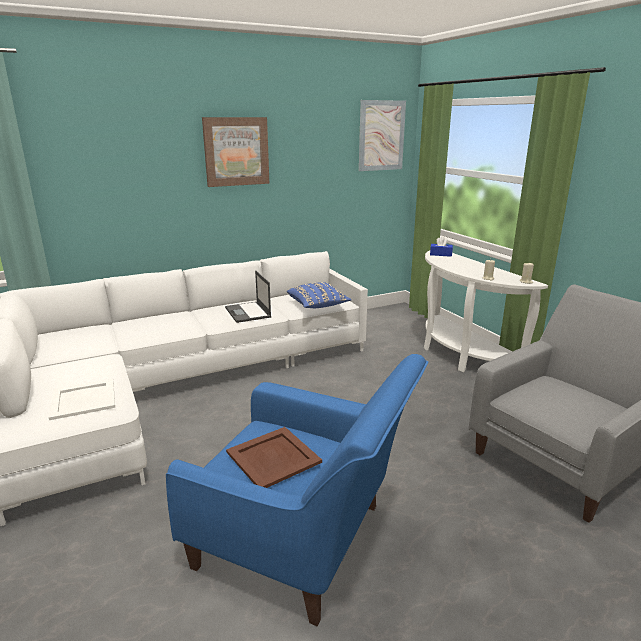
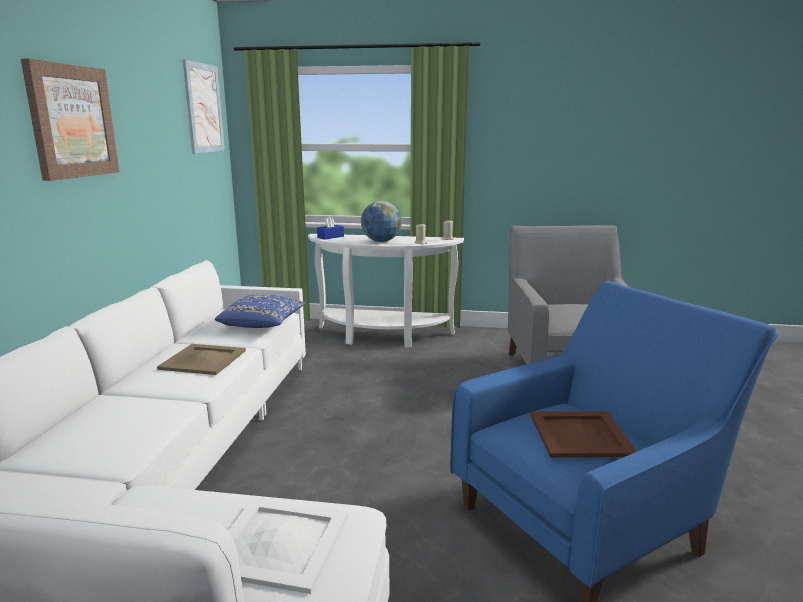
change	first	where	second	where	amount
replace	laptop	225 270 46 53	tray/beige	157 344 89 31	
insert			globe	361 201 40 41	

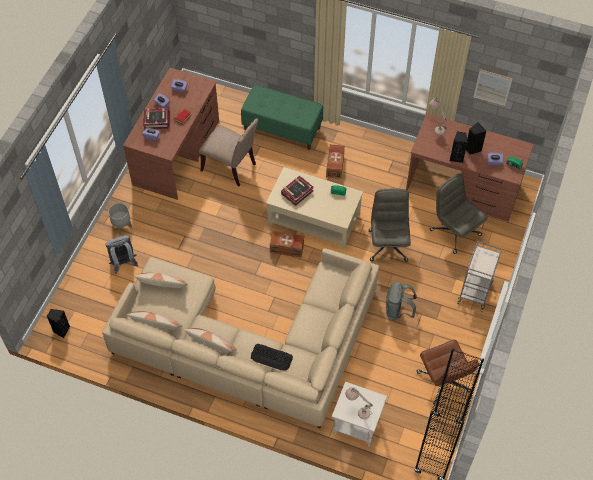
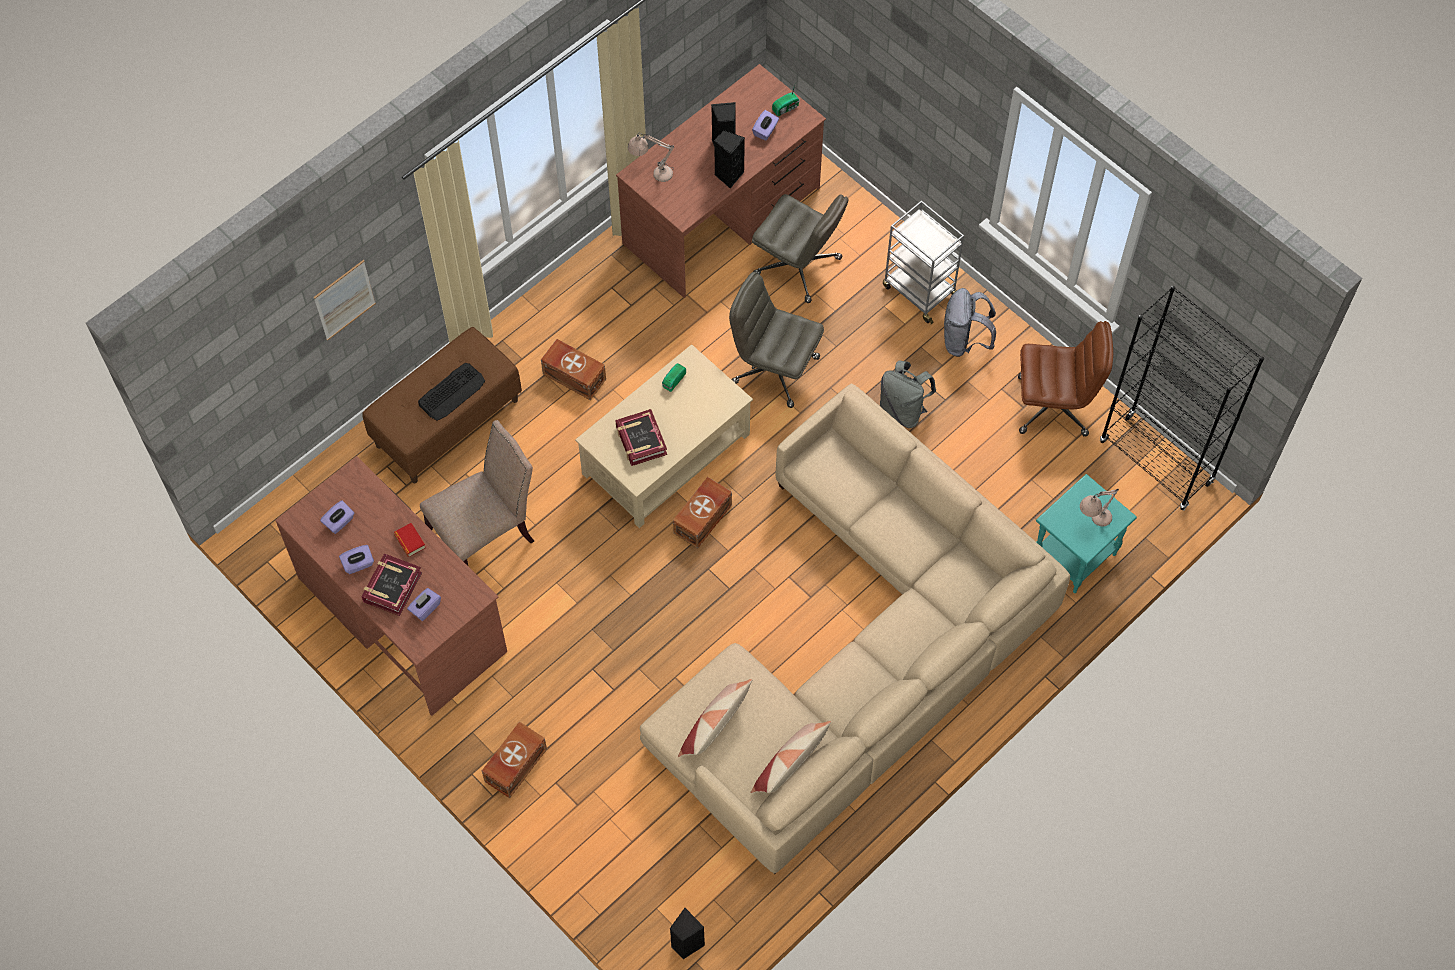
change	first	where	second	where	amount
move	picture	473 69 40 37		314 260 62 81	
recolor	bench/green	241 85 82 65	bench/brown	362 327 160 156	
move	keyboard	251 344 42 27		418 363 67 58	
replace	planter/grey	108 203 24 31	storage box/brown	482 722 65 76	
rotate	office chair/grey	430 173 57 81		752 194 97 109	135 degrees counterclockwise
move	backpack/grey	105 235 33 38		944 288 52 69	
recolor	side table/white	332 382 55 65	side table/turquoise	1036 474 101 119	
delete	pillow	184 328 53 25			

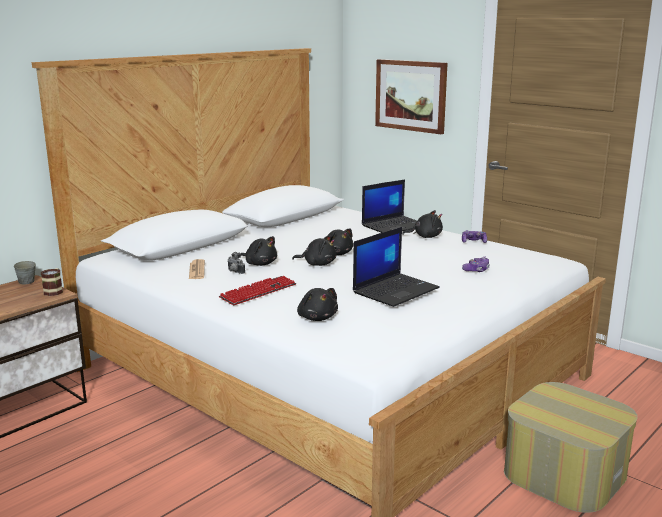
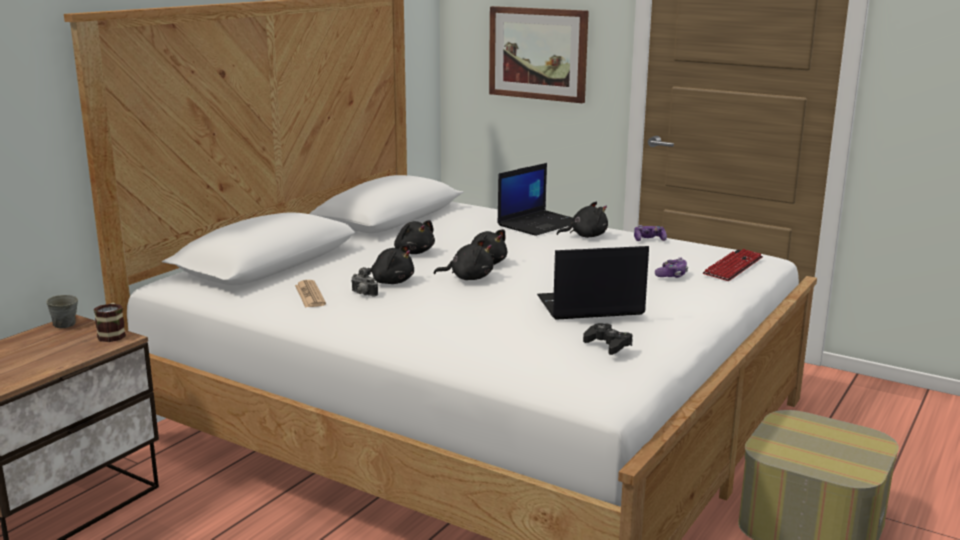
change	first	where	second	where	amount
move	plush toy/black	297 288 41 33		394 220 41 34	
rotate	laptop	353 227 87 80		537 246 112 74	135 degrees counterclockwise
insert			game controller/black	583 323 50 32	
move	keyboard	219 276 77 29		703 249 60 32	

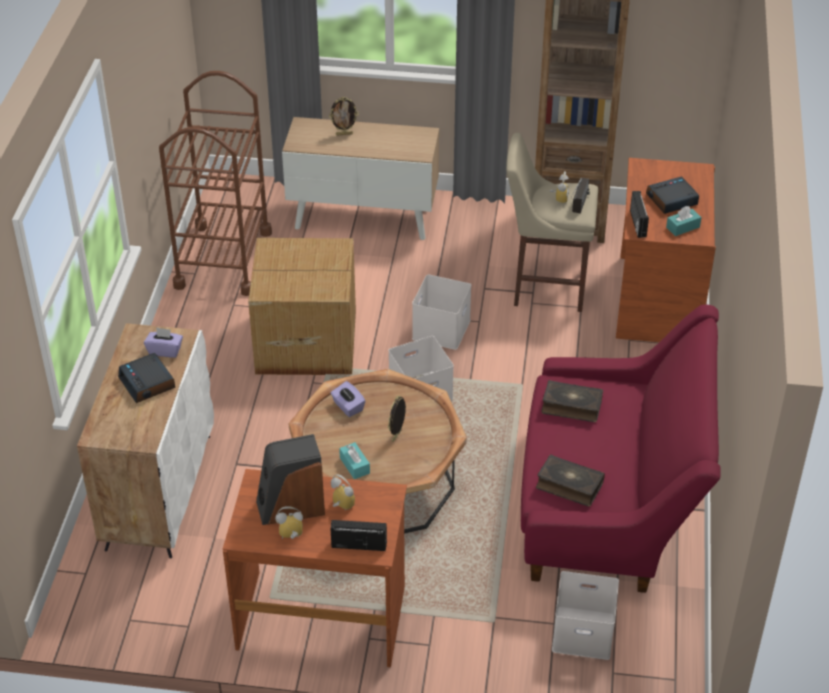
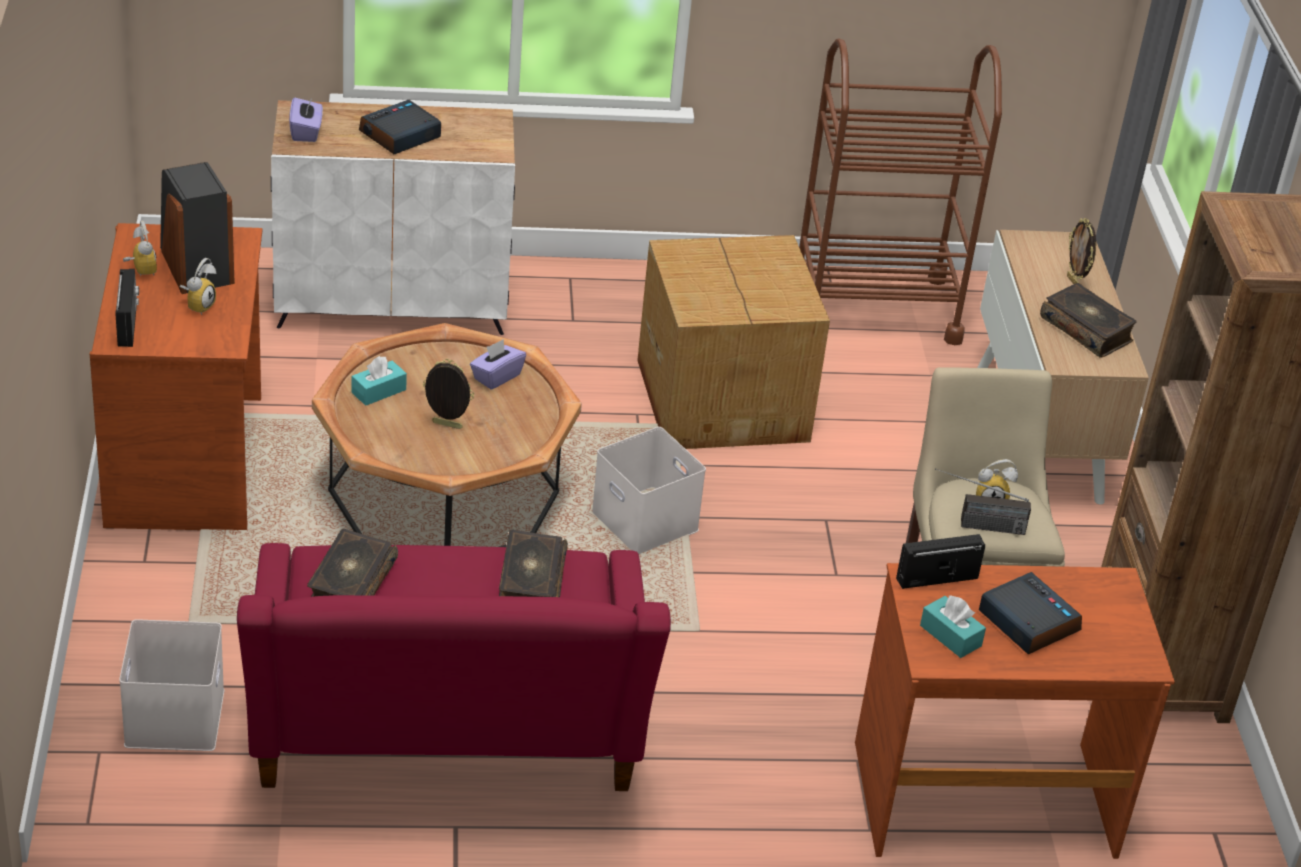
change	first	where	second	where	amount
move	tissue box/purple	144 327 39 31		289 95 34 47	
insert			book	1040 283 96 75	
delete	storage box/white	412 274 59 76			

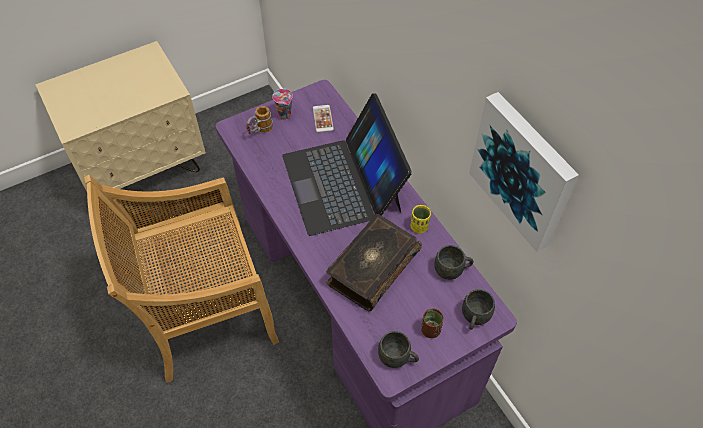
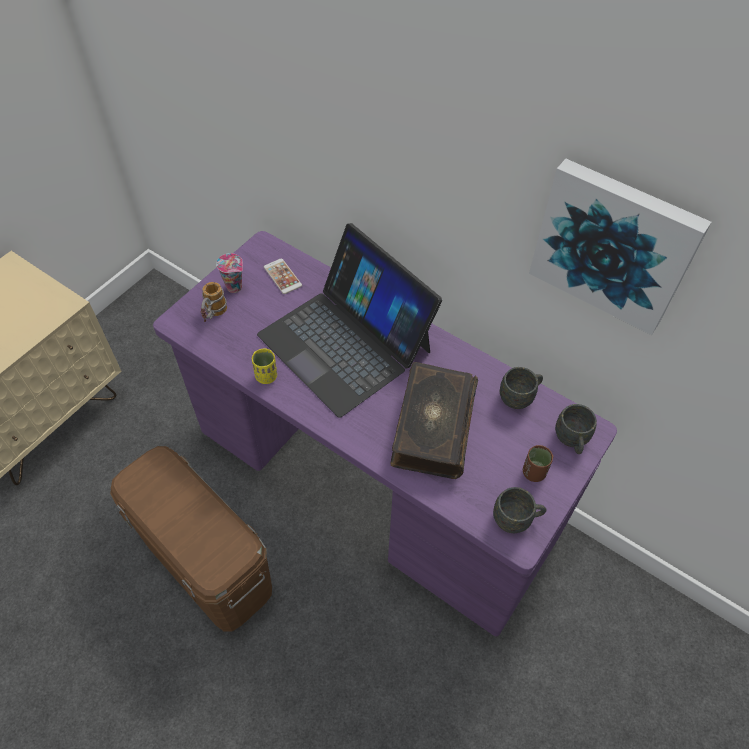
change	first	where	second	where	amount
replace	chair/beige	84 175 195 208	storage box/brown	110 446 162 185	
move	cup/yellow	411 205 20 28		252 348 25 36	

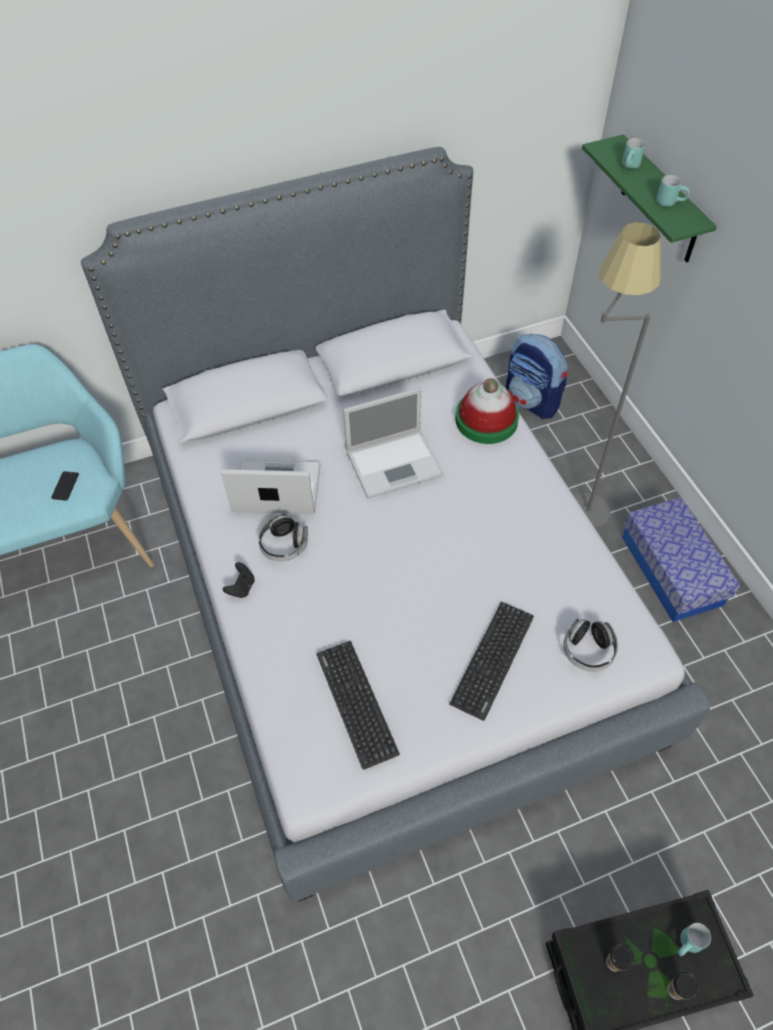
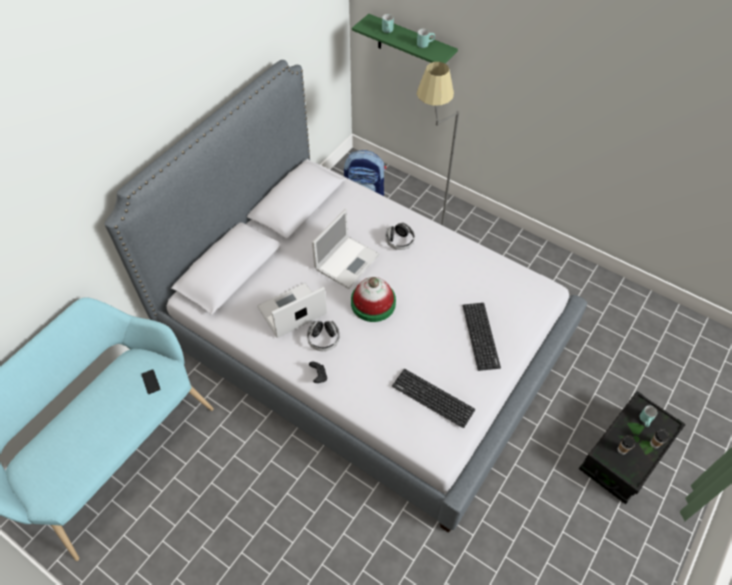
change	first	where	second	where	amount
move	hat	455 378 64 66		351 277 45 45	
move	headphones	563 619 55 53		386 222 29 28	
delete	storage box	622 497 118 125			

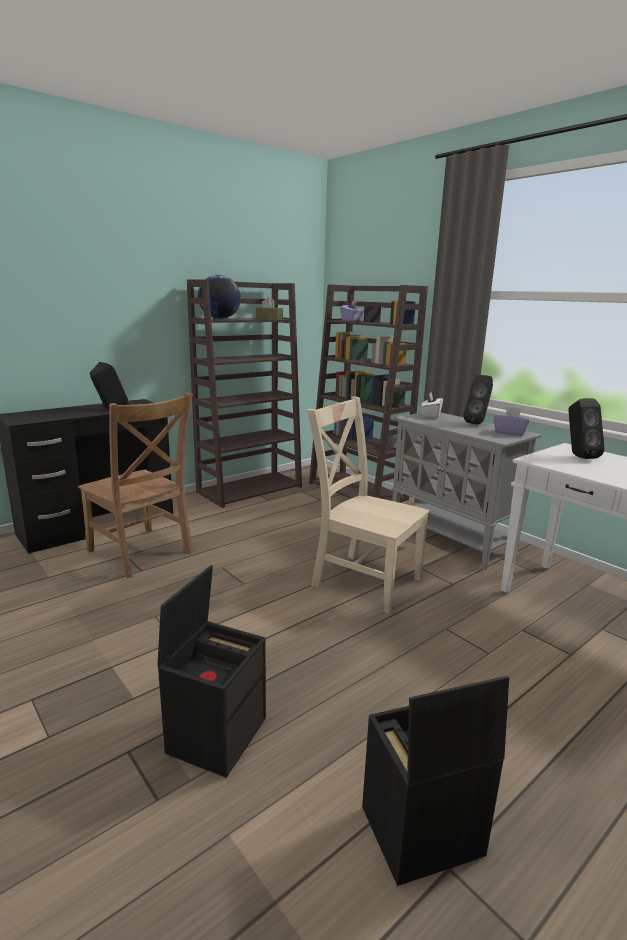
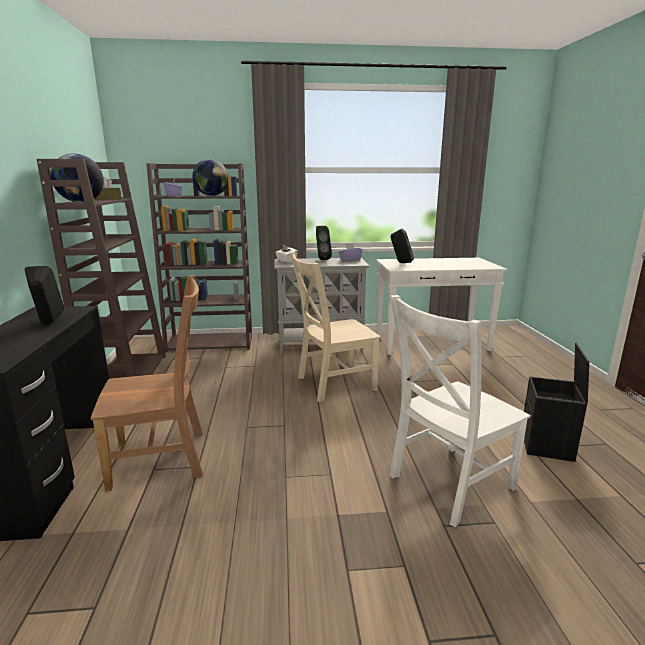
change	first	where	second	where	amount
insert			globe	193 159 35 37	
replace	storage box/black	157 565 109 213	chair/white	390 295 141 232	

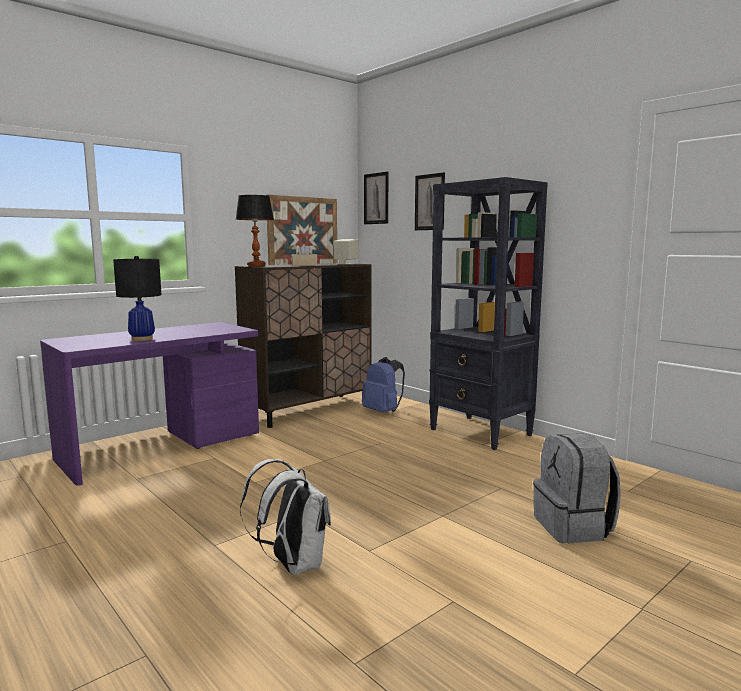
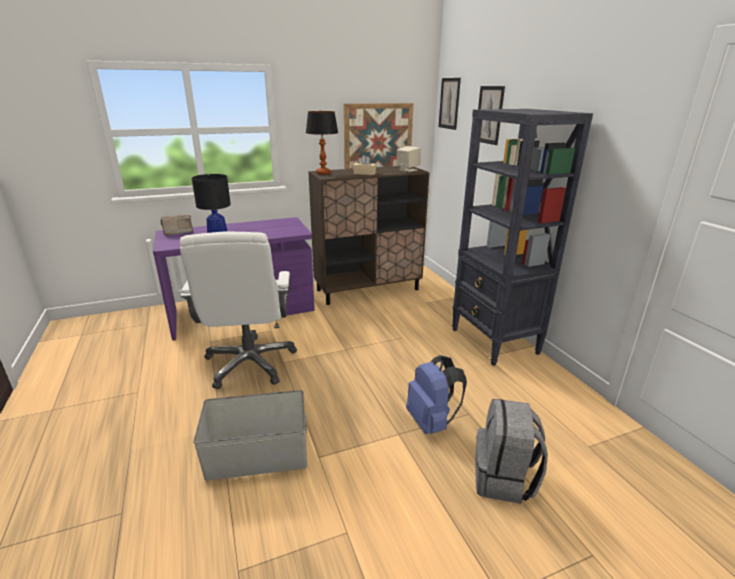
change	first	where	second	where	amount
insert			radio	161 215 33 20	
insert			office chair/white	180 232 117 157	
replace	backpack/white	240 459 91 116	storage box/grey	193 390 114 91	
move	backpack/blue	362 357 43 56		406 355 61 79	

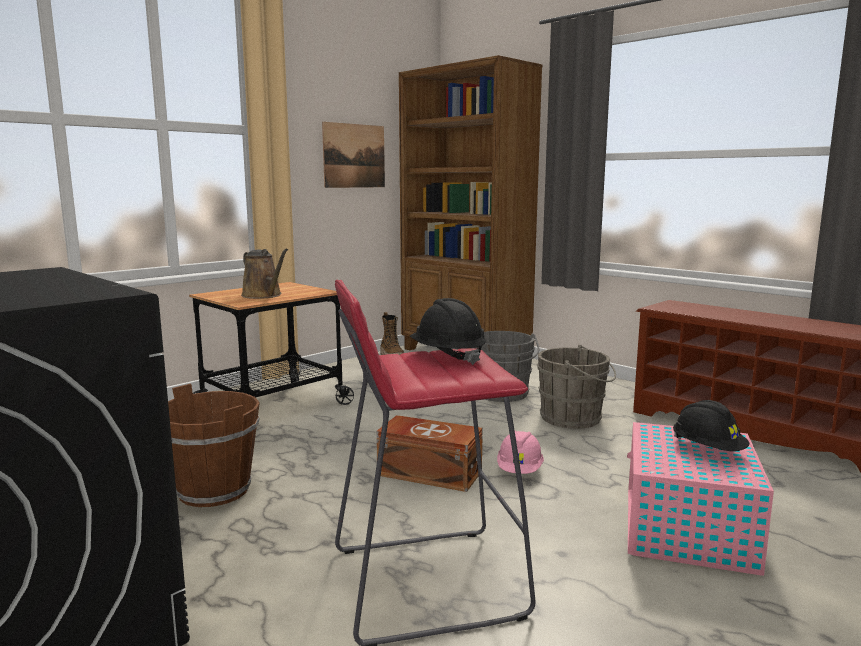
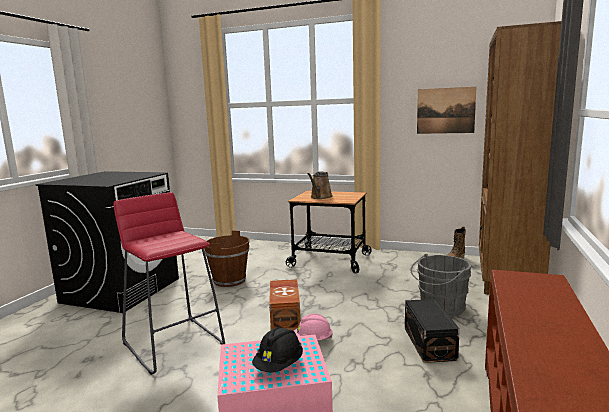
change	first	where	second	where	amount
replace	bucket/grey	537 345 79 84	storage box/black	405 299 55 64	
delete	hard hat/black	410 298 76 67			

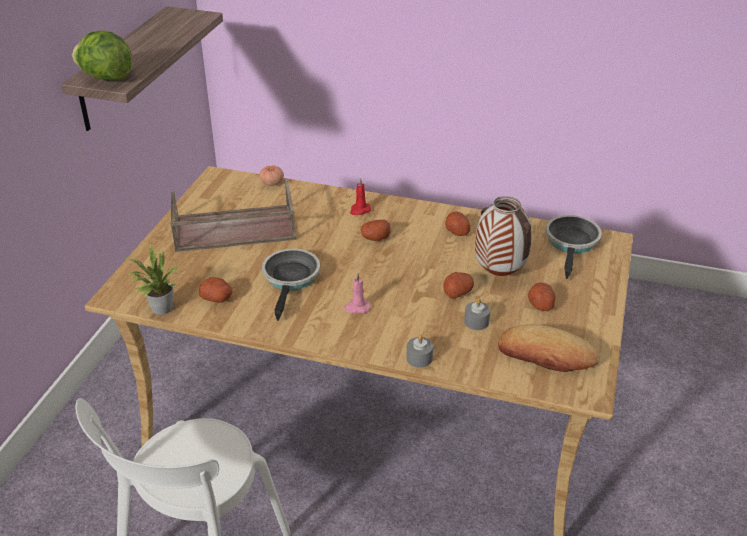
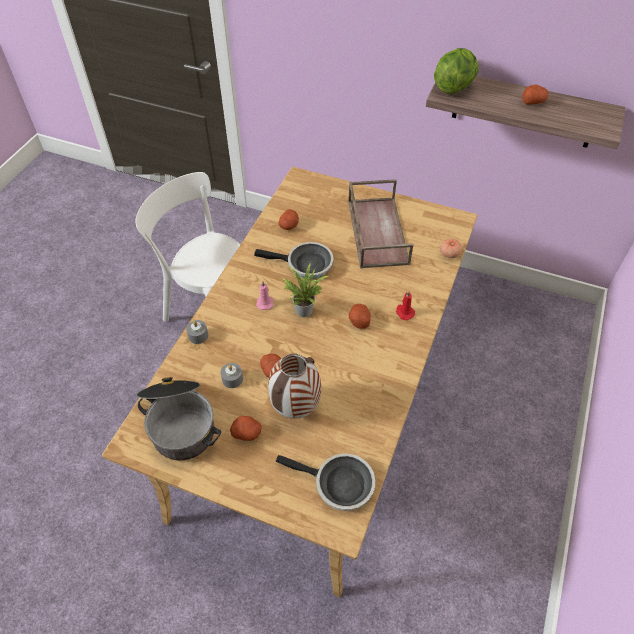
change	first	where	second	where	amount
replace	bread	498 324 102 48	cooking pot	136 377 85 83	
move	potted plant	125 243 55 72		282 263 47 54	
move	potato	445 212 25 24		522 85 27 20	

